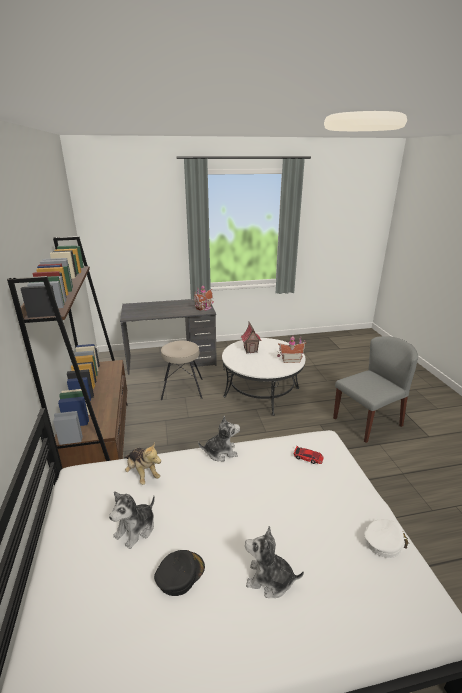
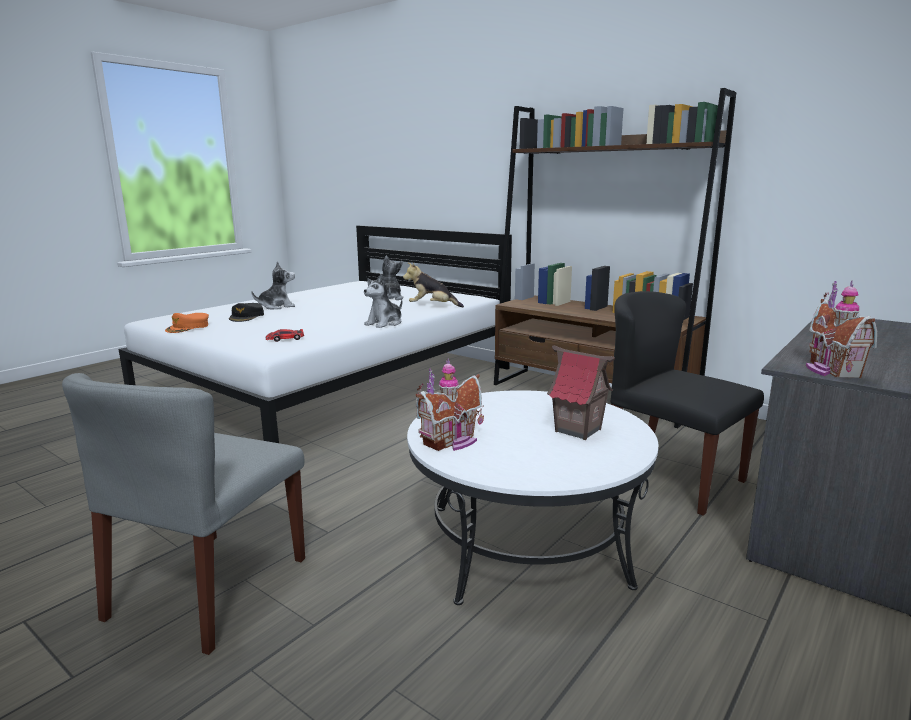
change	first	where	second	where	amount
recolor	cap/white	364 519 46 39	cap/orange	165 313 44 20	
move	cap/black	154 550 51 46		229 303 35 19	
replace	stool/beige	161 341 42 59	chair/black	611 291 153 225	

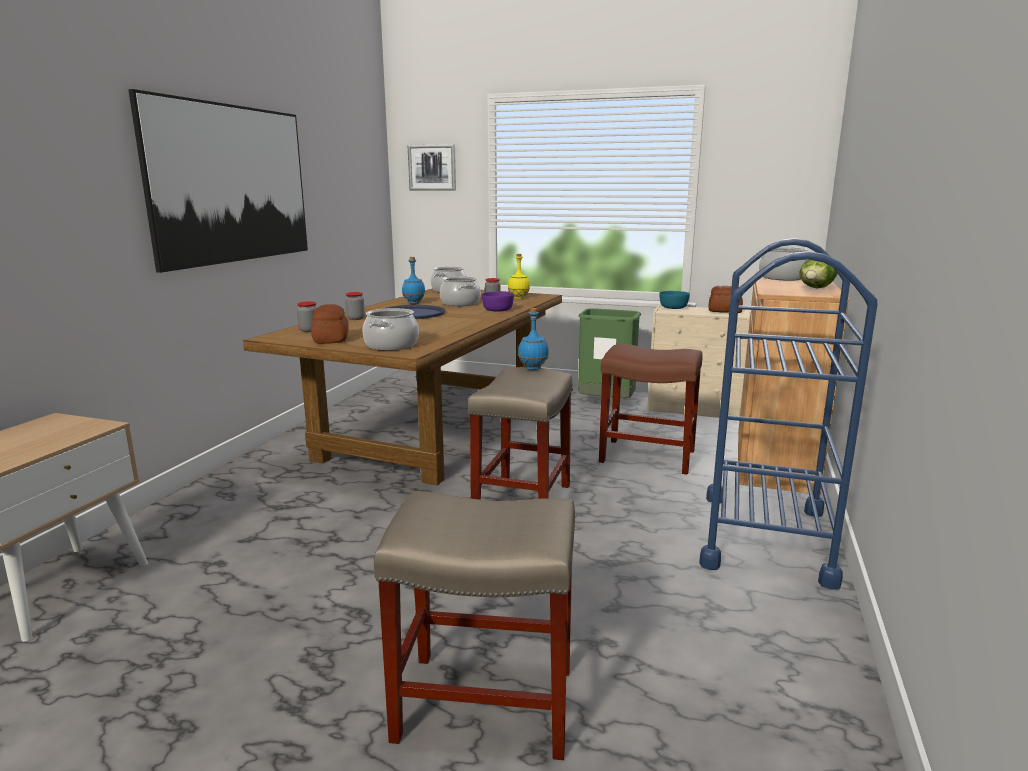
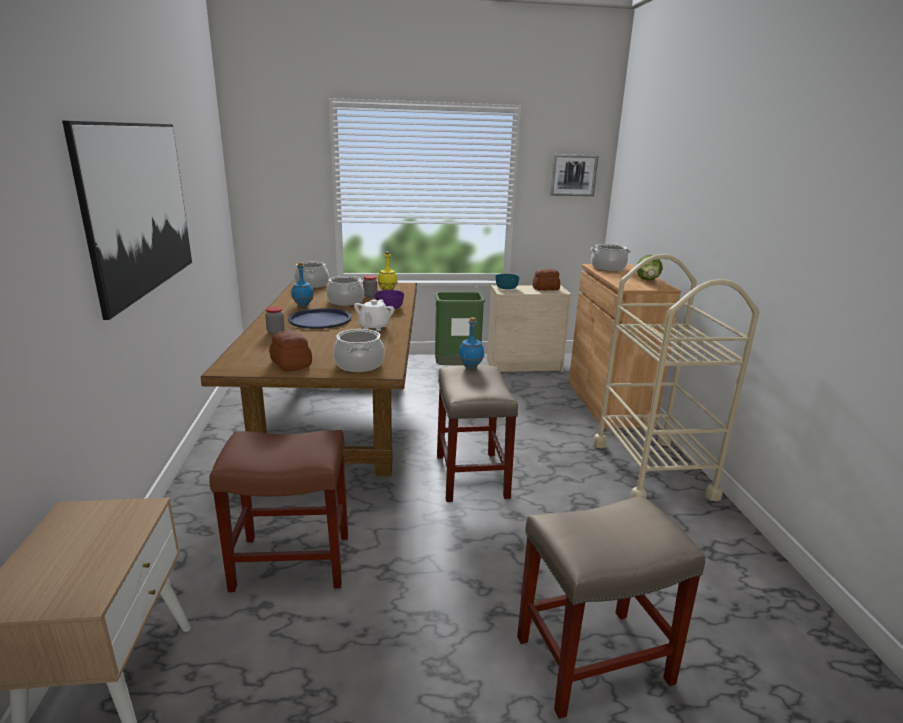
change	first	where	second	where	amount
move	stool/brown	599 344 104 131		209 430 139 162	
insert			teapot/white	354 299 40 32	
move	picture	408 144 48 47		550 154 49 42	
recolor	cart/blue	699 238 179 351	cart/beige	593 254 167 247	
delete	jar	297 302 20 30			

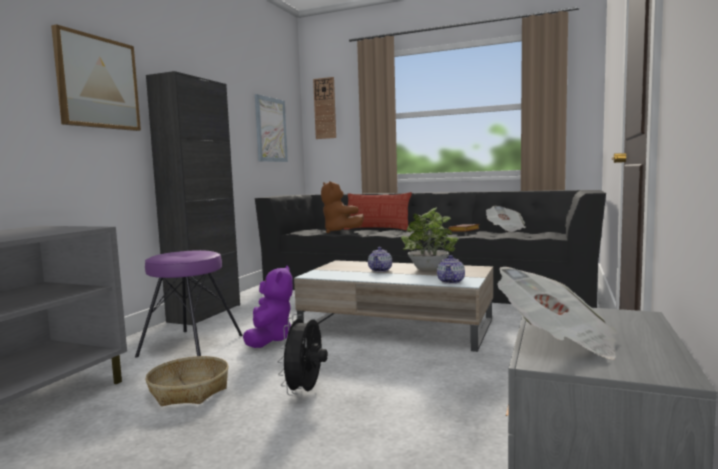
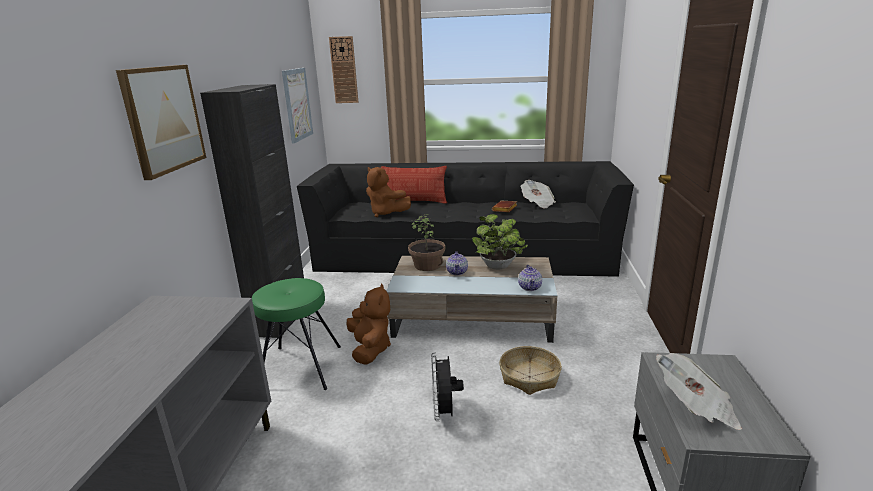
change	first	where	second	where	amount
recolor	stool/purple	135 250 108 107	stool/green	252 278 89 112	
recolor	plush toy/purple	243 265 50 83	plush toy/brown	346 284 45 81	
insert			potted plant	408 214 38 57	
move	basket	145 356 84 50		499 346 63 49	

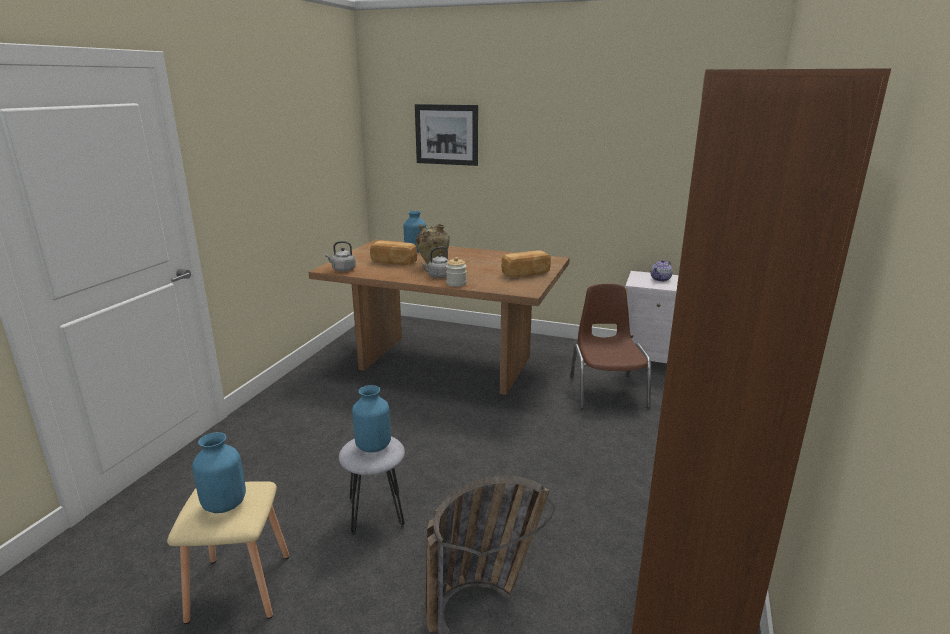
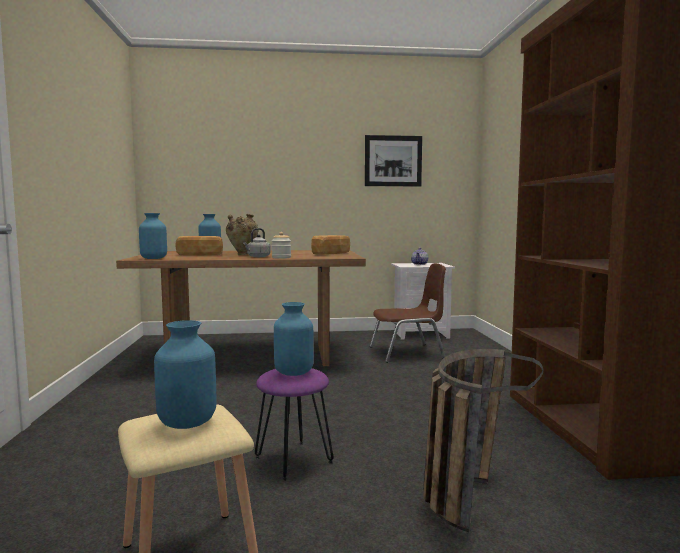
change	first	where	second	where	amount
replace	kettle/grey	325 241 31 31	vase/blue	139 213 28 46	
recolor	stool/grey	339 436 66 99	stool/purple	255 368 78 113	
move	picture	415 104 63 62		365 135 57 51	
rotate	chair/brown	570 284 81 125		370 263 76 100	105 degrees clockwise

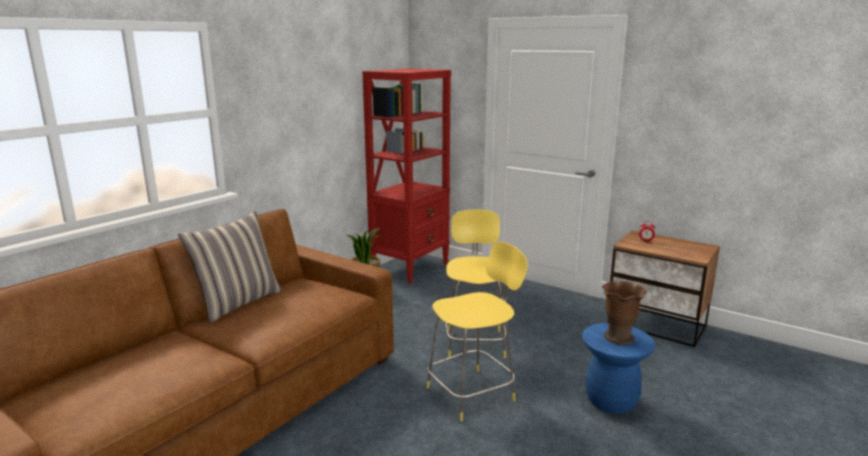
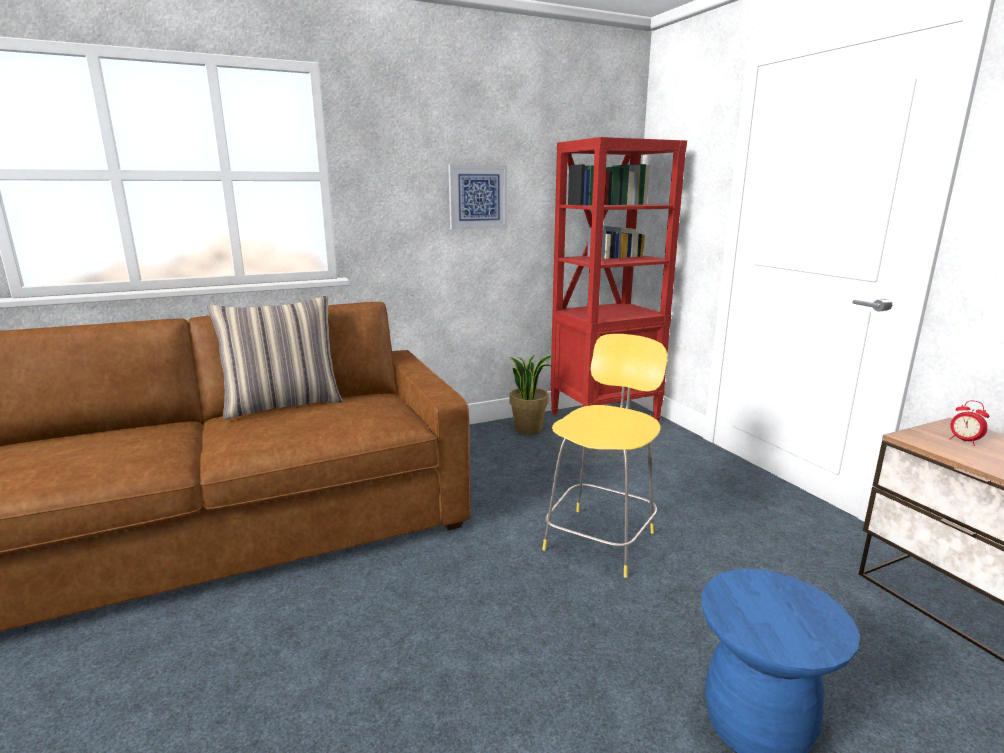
change	first	where	second	where	amount
insert			picture	448 164 60 66	
delete	stool/yellow	427 241 101 180			
delete	vase/brown	602 281 45 64			

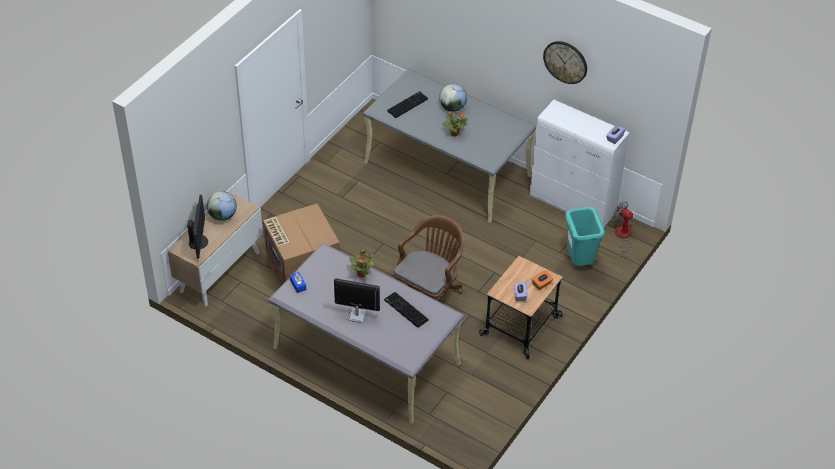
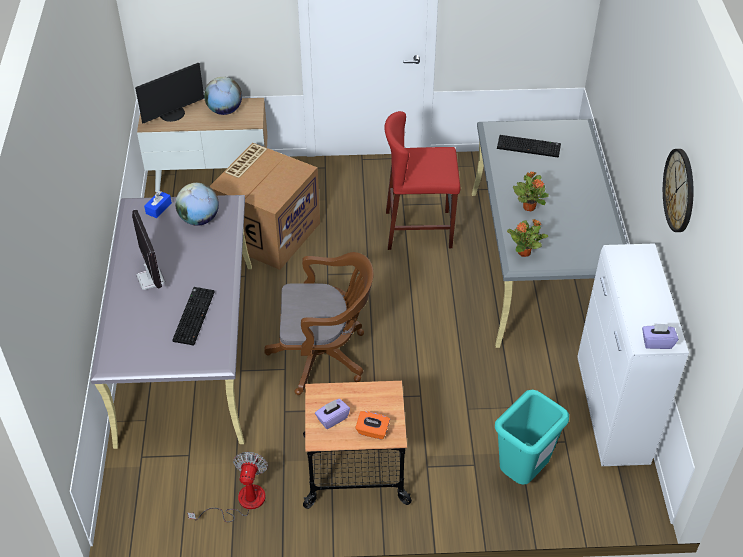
change	first	where	second	where	amount
move	globe	439 84 28 28		175 183 44 43	
move	fan	613 201 20 56		187 452 81 70	
insert			stool/red	384 111 76 139	
move	potted plant	350 250 24 27		507 219 41 38	

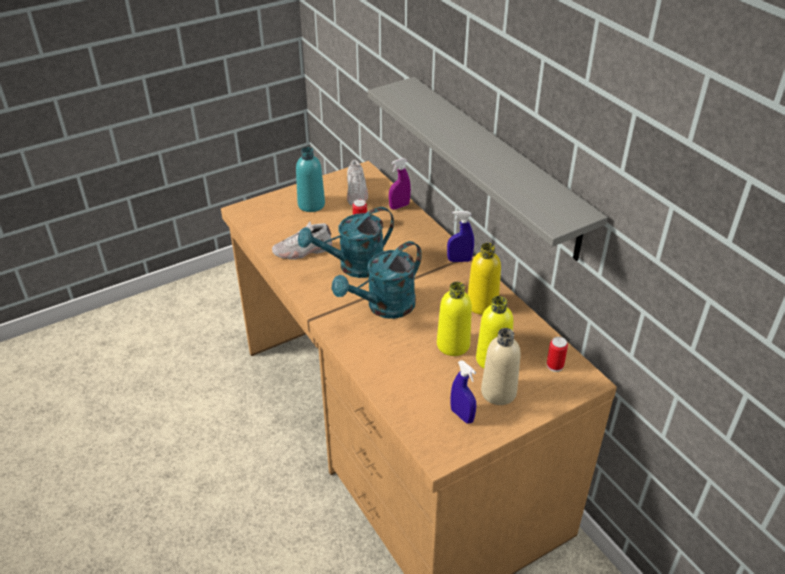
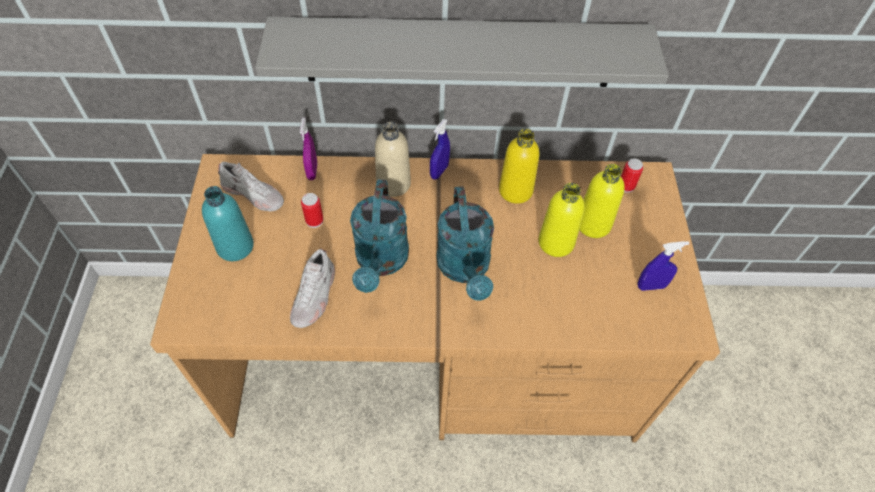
change	first	where	second	where	amount
move	bottle/beige	481 328 40 77		375 122 36 75	

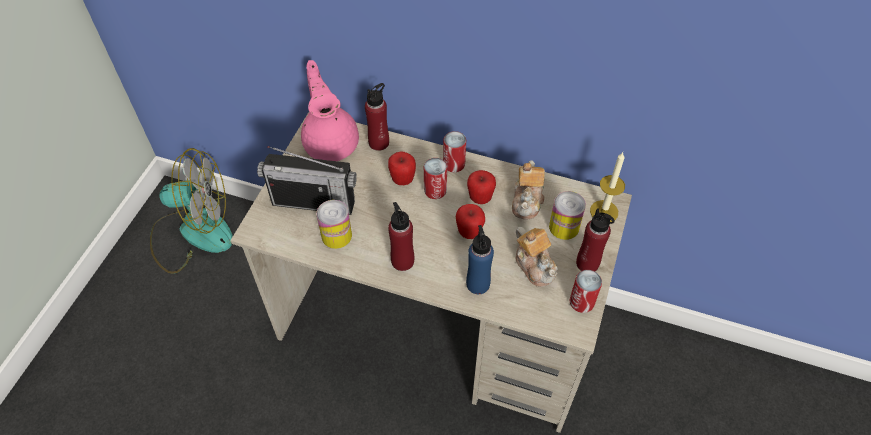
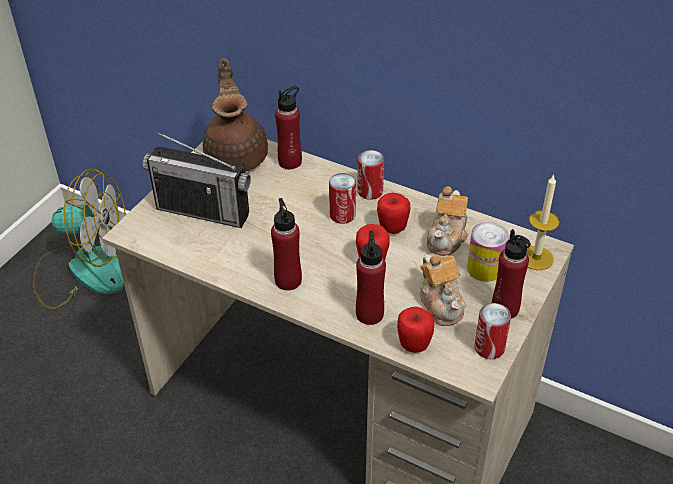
change	first	where	second	where	amount
recolor	teapot/pink	301 60 58 101	teapot/brown	203 58 65 114	
recolor	bottle/blue	466 225 28 69	bottle/red	356 231 30 94	
move	apple	388 151 28 34		397 307 37 46	
delete	can	317 200 35 49			

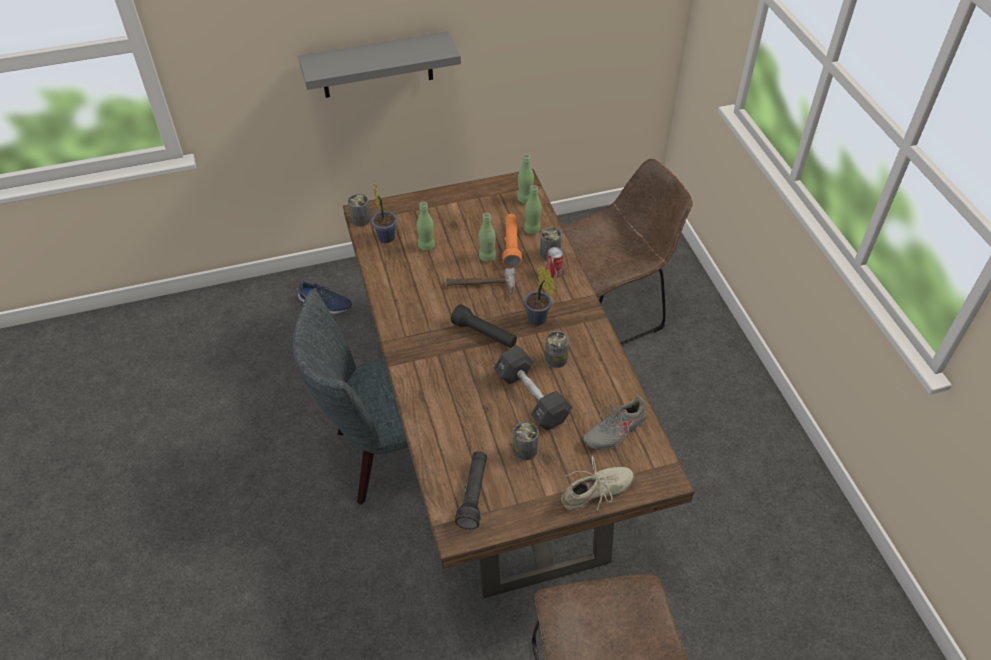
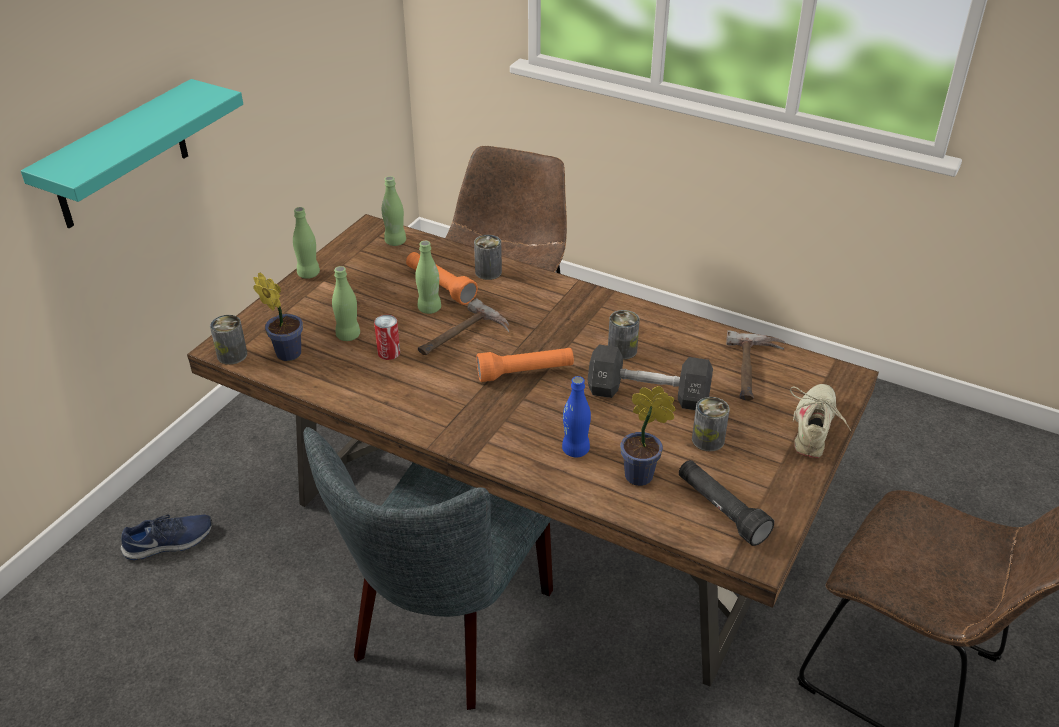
change	first	where	second	where	amount
recolor	shelf/grey	298 31 163 67	shelf/turquoise	21 79 222 149	
move	bottle/green	524 185 18 49		293 207 27 72	
move	can	547 247 17 31		374 315 26 45	
recolor	flashlight/black	451 304 66 44	flashlight/orange	477 348 97 34	
insert			bottle/blue	562 376 29 81	
move	potted plant	524 266 32 60		620 386 56 100	
replace	shoe/grey	583 397 66 53	hammer	726 330 59 70	

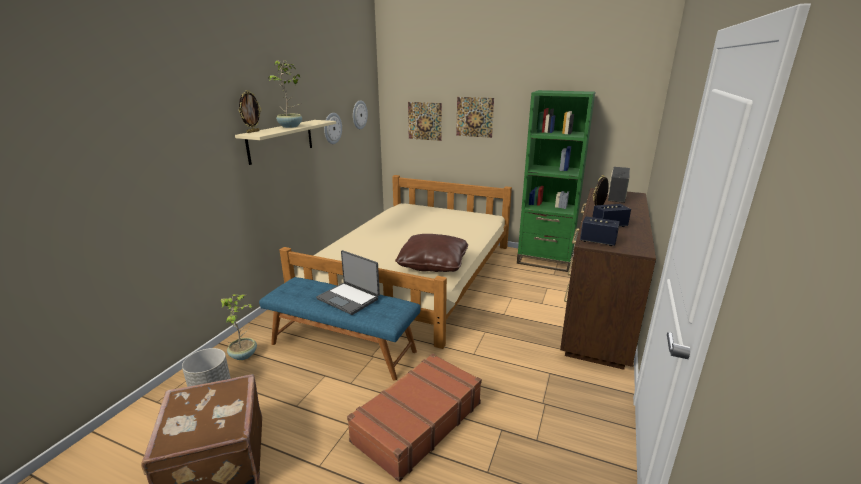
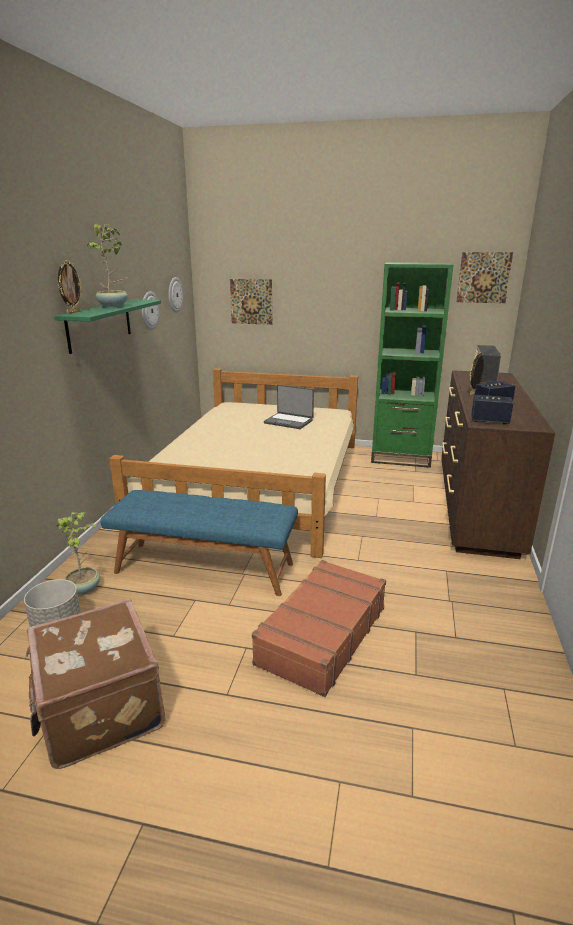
change	first	where	second	where	amount
recolor	shelf/beige	235 120 101 45	shelf/green	54 299 107 55	
move	laptop	316 250 64 65		264 385 50 44	
move	picture	456 97 38 41		456 252 57 51	
delete	pillow/brown	395 234 73 38			

